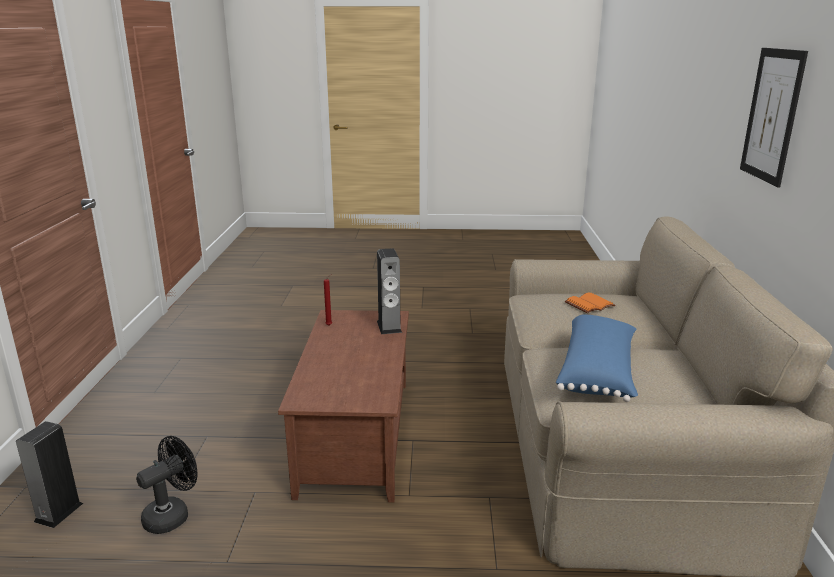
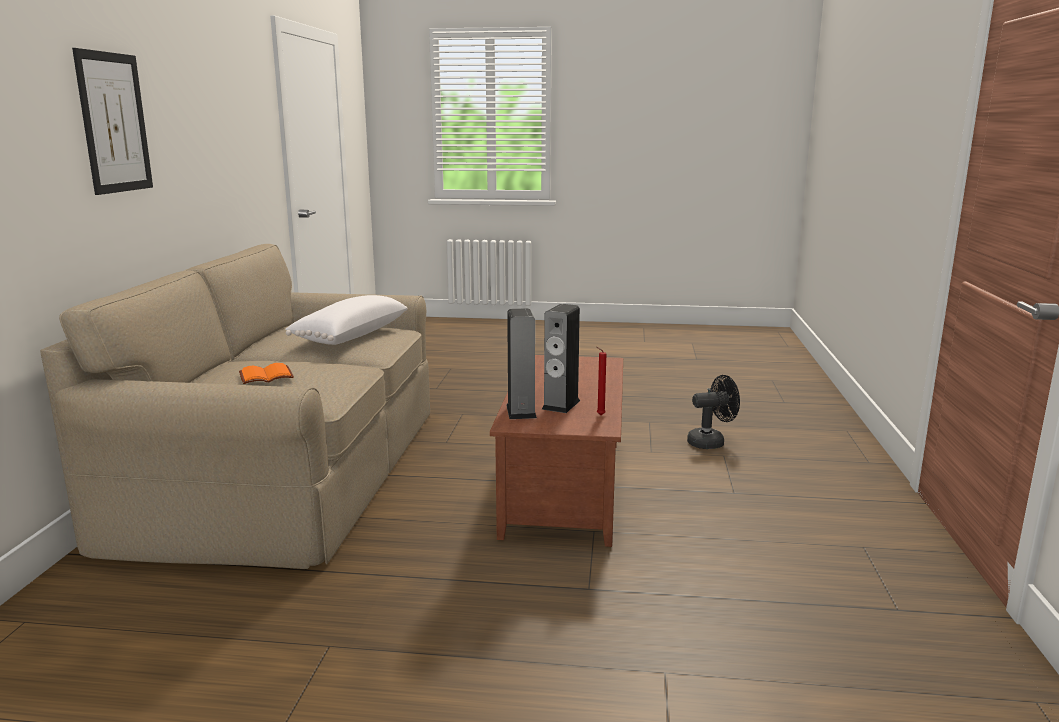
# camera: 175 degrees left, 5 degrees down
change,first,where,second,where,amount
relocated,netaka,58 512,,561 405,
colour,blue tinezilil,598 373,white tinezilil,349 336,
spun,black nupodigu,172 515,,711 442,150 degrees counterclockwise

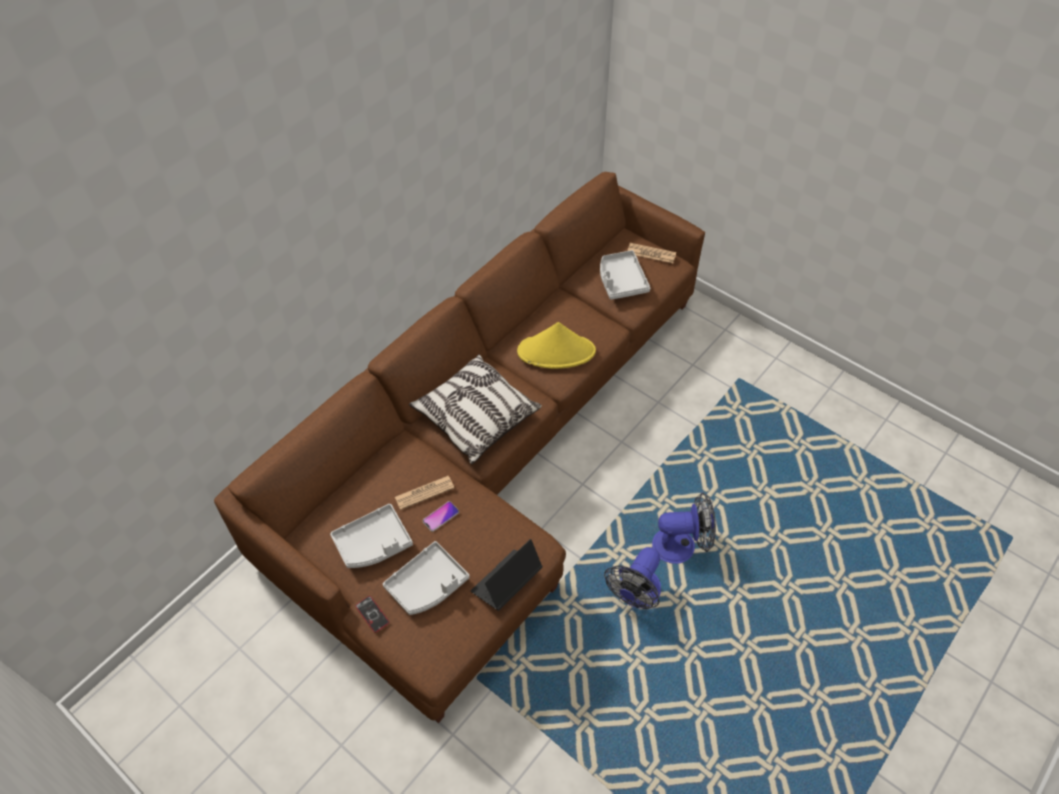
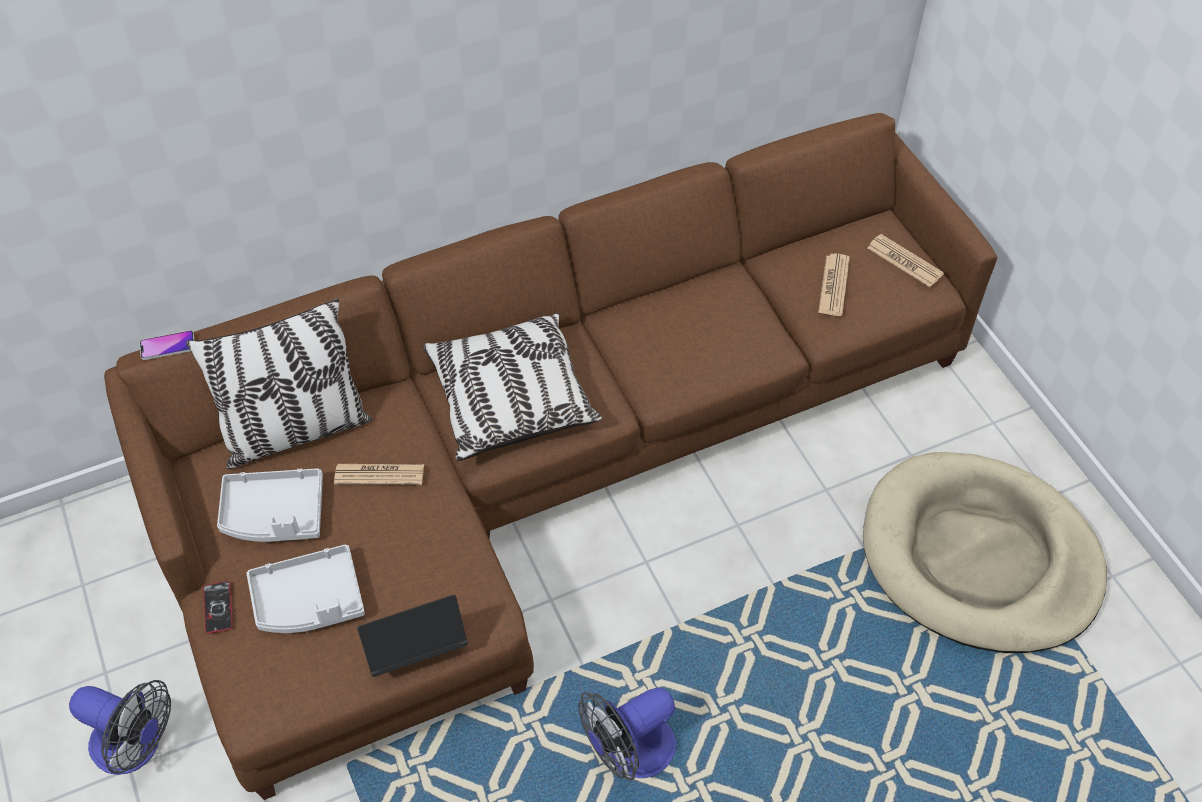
# camera: 25 degrees right, 0 degrees up
change,first,where,second,where,amount
missing,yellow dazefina,556 351,,,
appeared,,,tinezilil,296 431,
appeared,,,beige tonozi,978 557,
relocated,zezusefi,441 516,,167 346,
relocated,nupodigu,681 545,,136 747,
exchanged,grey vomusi,621 281,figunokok,833 285,

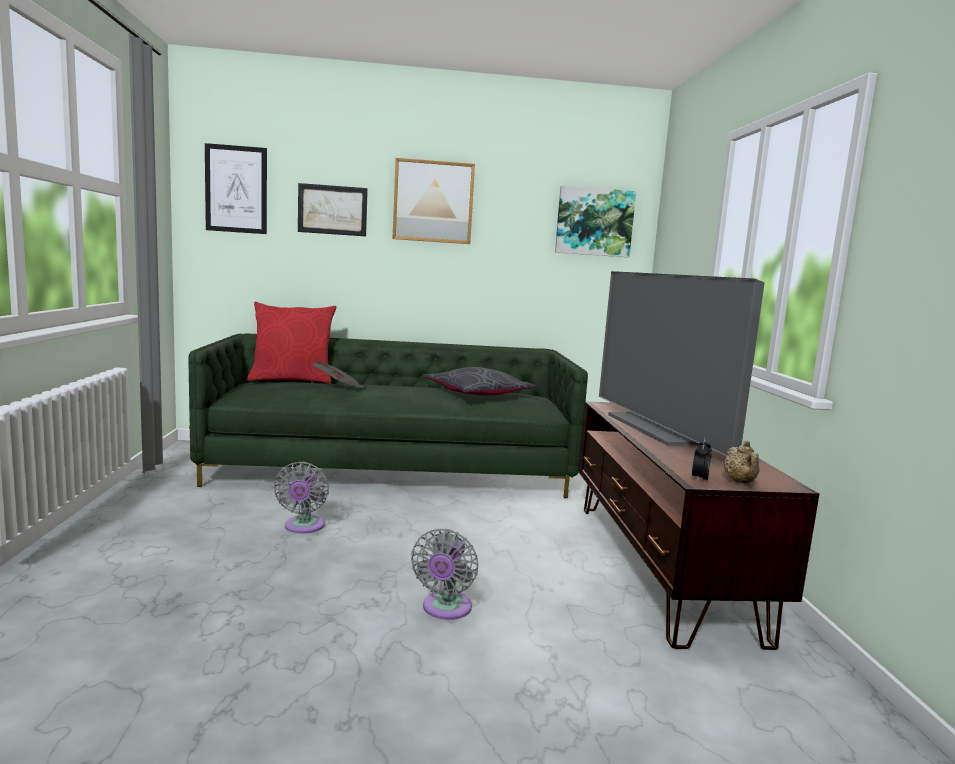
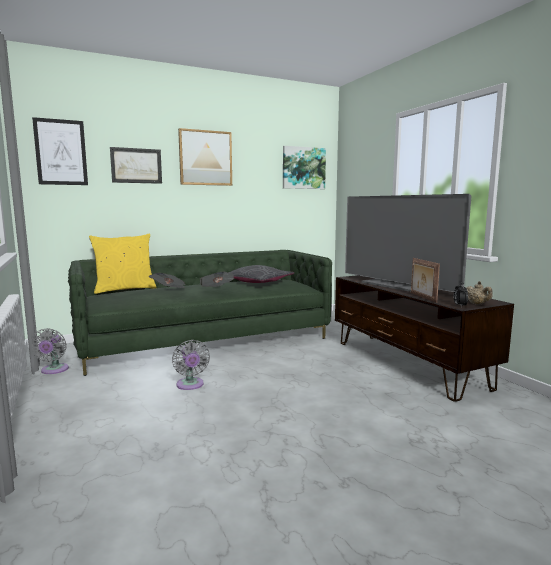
# camera: 20 degrees left, 0 degrees up
change,first,where,second,where,amount
appeared,,,figunokok,216 289,
appeared,,,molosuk,422 297,
relocated,grey nupodigu,445 609,,53 370,
colour,red tinezilil,292 380,yellow tinezilil,125 289,

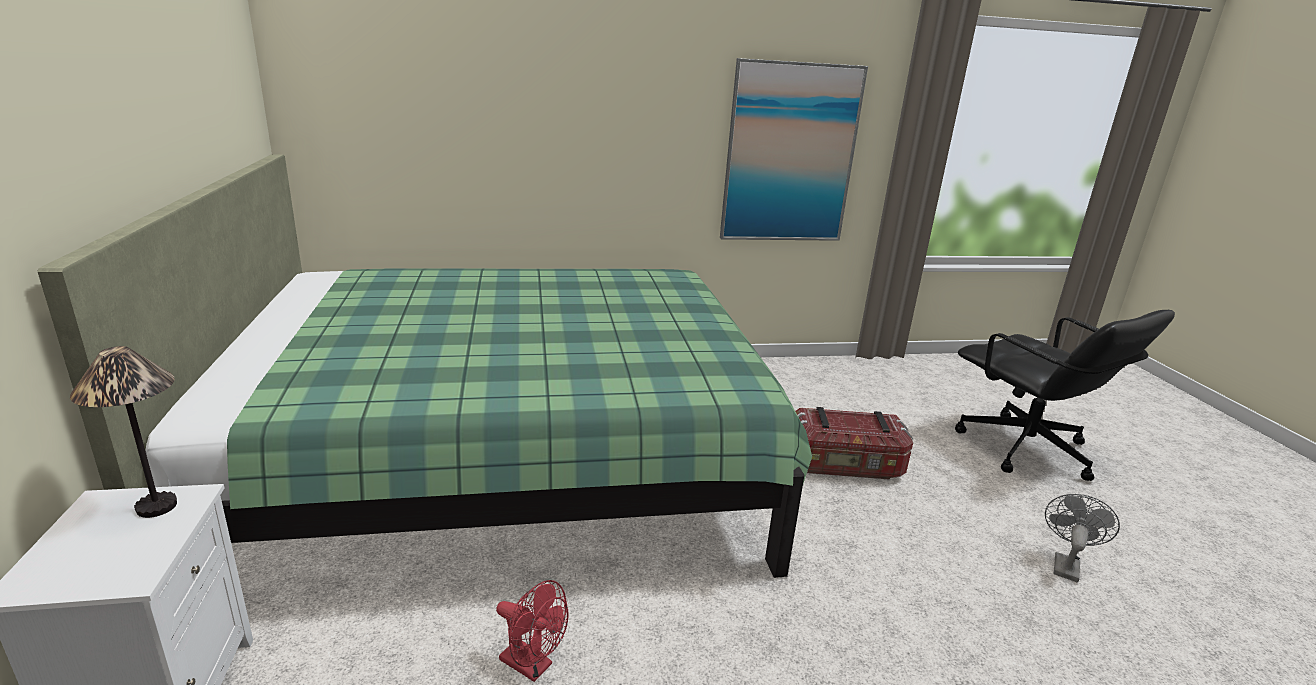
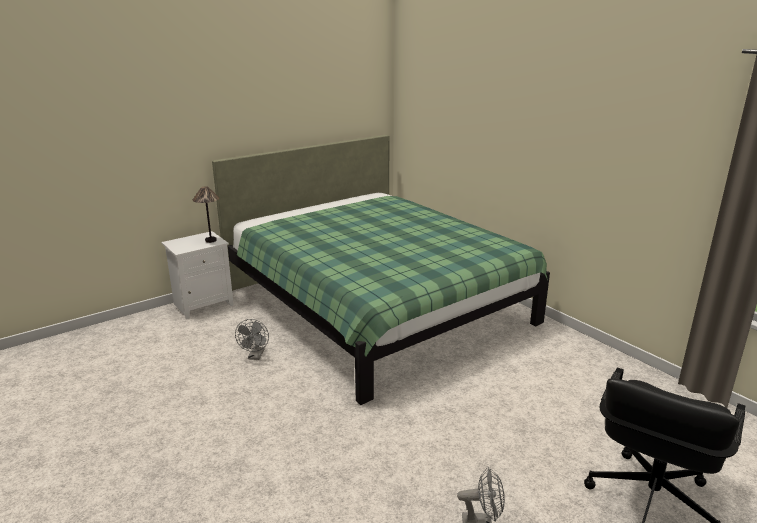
# camera: 65 degrees right, 0 degrees up
change,first,where,second,where,amount
missing,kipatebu,790 154,,,
missing,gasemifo,844 466,,,
colour,red nupodigu,532 666,grey nupodigu,255 356,

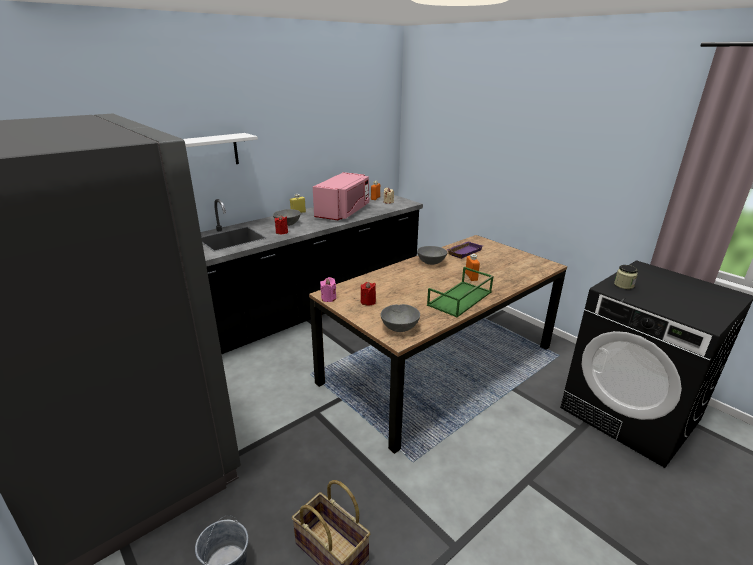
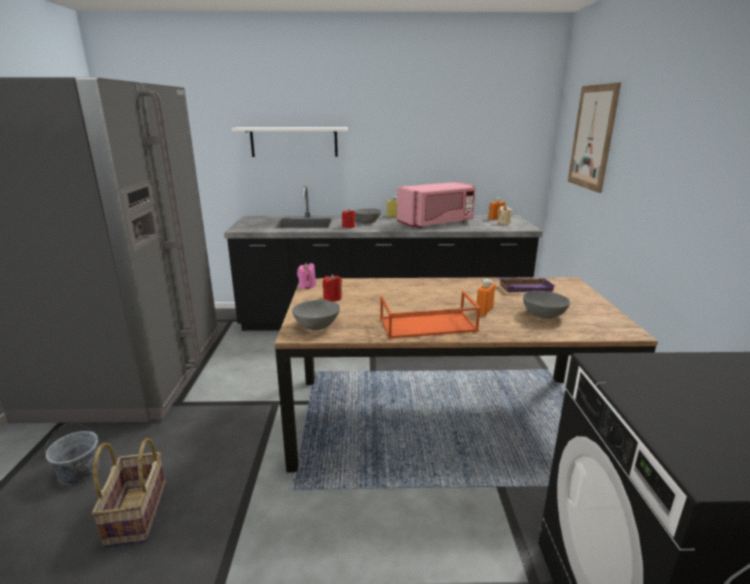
# camera: 40 degrees right, 5 degrees down
change,first,where,second,where,amount
missing,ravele,623 285,,,
appeared,,,kipatebu,592 137,
relocated,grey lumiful,431 262,,543 315,
colour,green vomusi,460 299,orange vomusi,427 325,

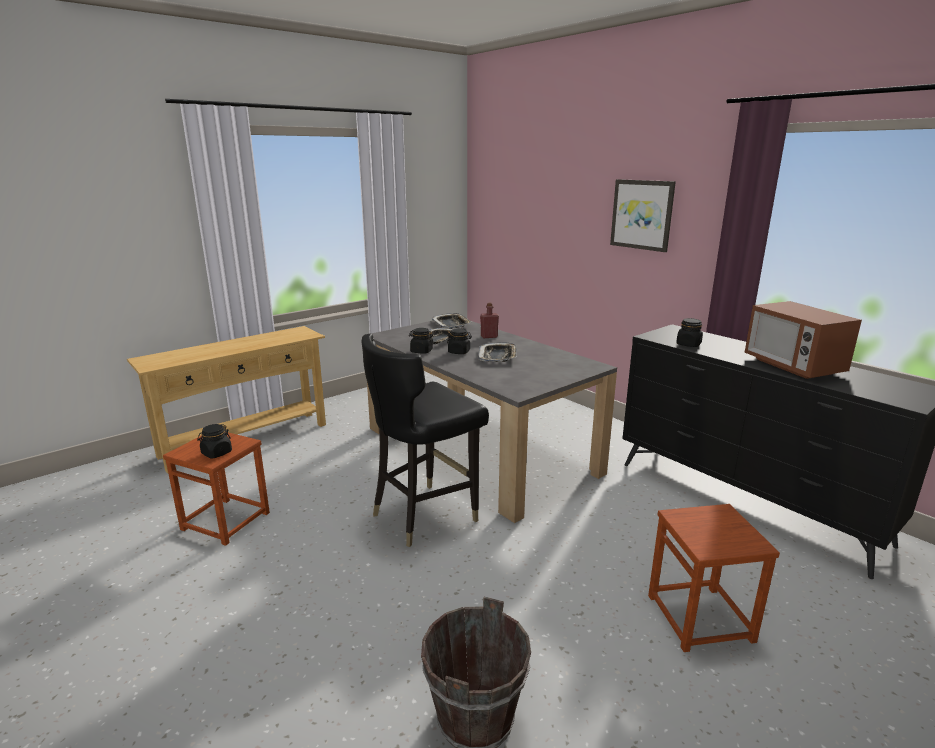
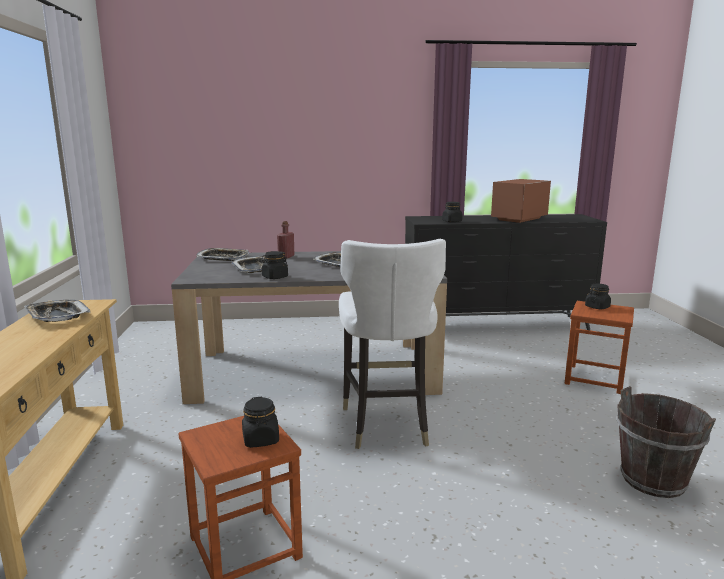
# camera: 55 degrees left, 5 degrees down
change,first,where,second,where,amount
missing,kipatebu,642 214,,,
appeared,,,vomusi,57 316,
relocated,black ravele,459 352,,597 307,
colour,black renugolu,424 514,white renugolu,386 424,
spun,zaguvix,792 366,,519 219,120 degrees clockwise

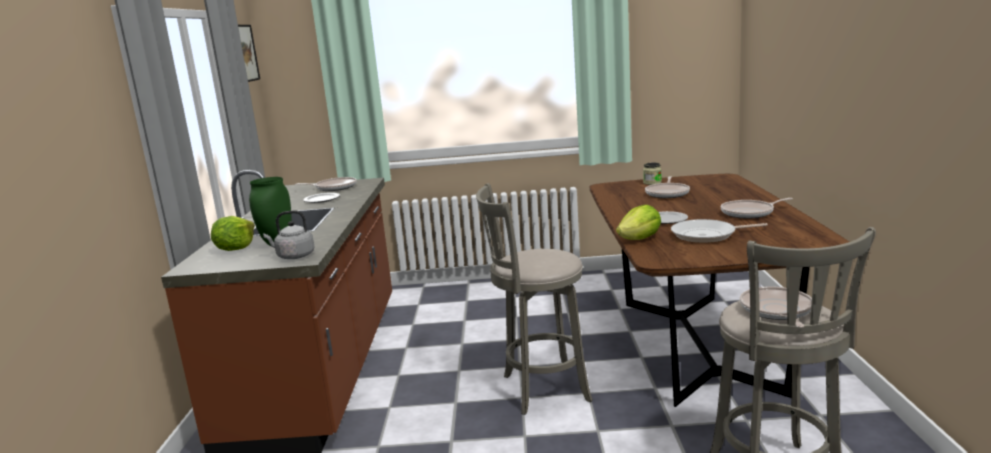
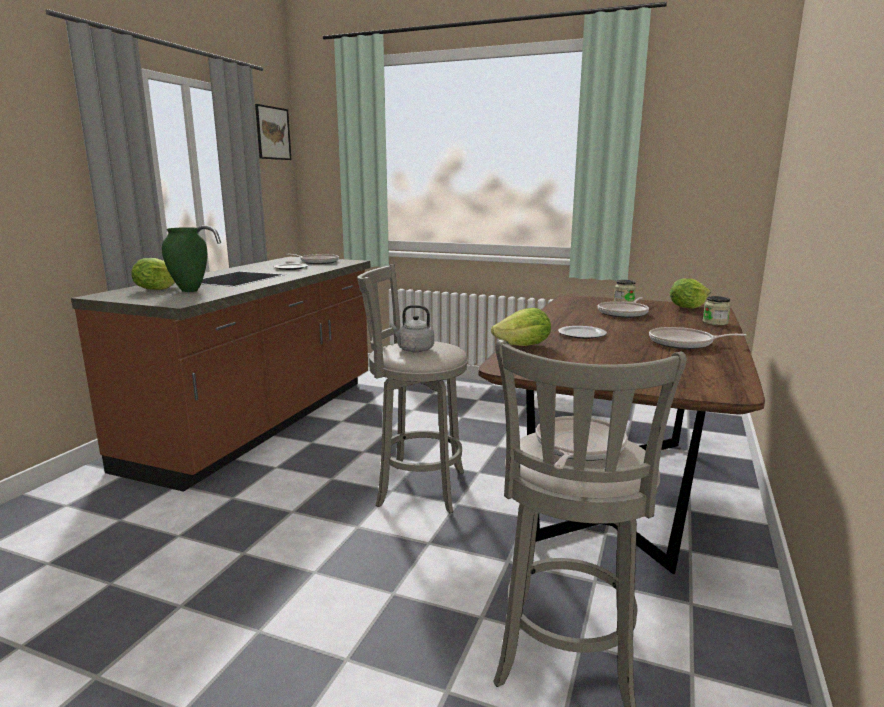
# camera: 20 degrees right, 0 degrees up
change,first,where,second,where,amount
missing,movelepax,707 235,,,
appeared,,,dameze,687 307,
appeared,,,ravele,715 322,
relocated,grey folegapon,293 256,,413 349,

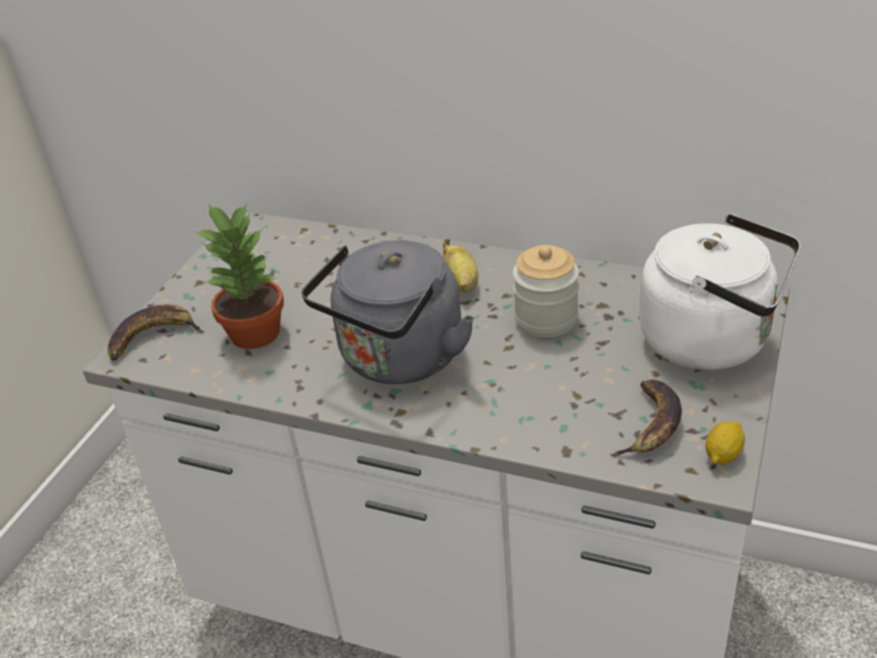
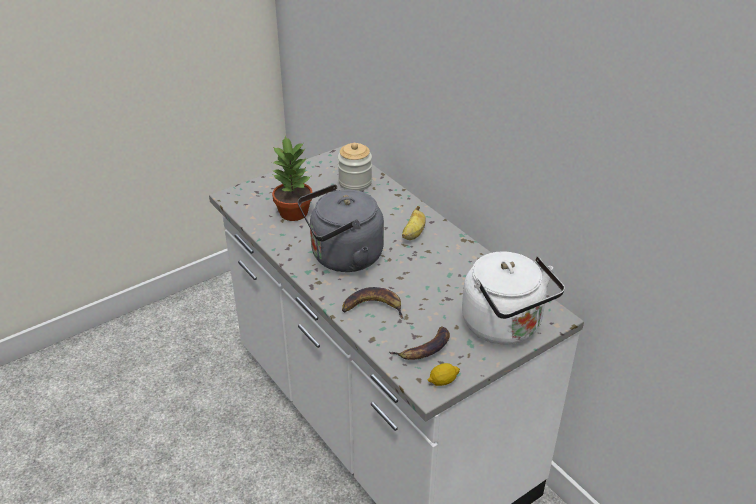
# camera: 30 degrees right, 0 degrees up
change,first,where,second,where,amount
relocated,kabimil,153 337,,373 307,
relocated,ravele,546 319,,355 182,

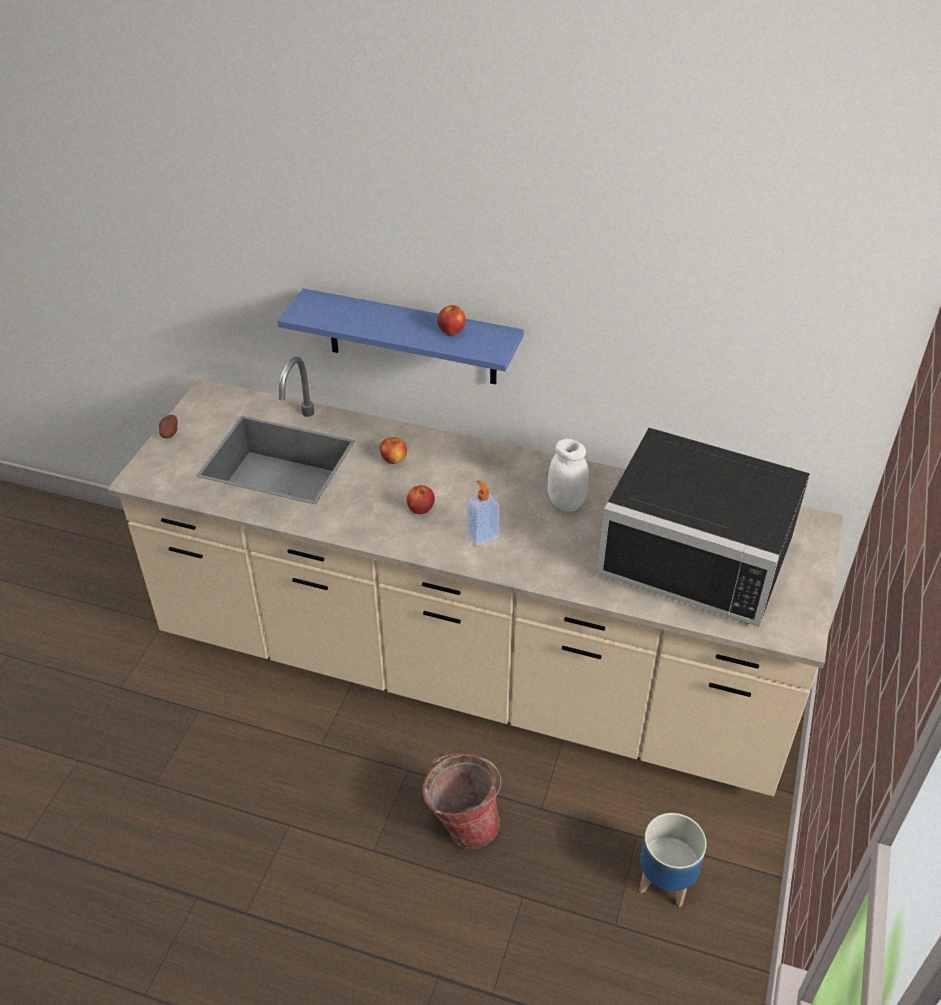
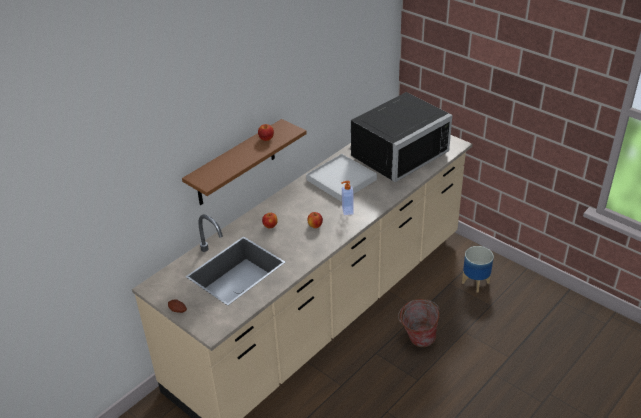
# camera: 65 degrees left, 5 degrees down
change,first,where,second,where,amount
exchanged,white ravele,566 503,white vomusi,341 180,
colour,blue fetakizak,412 338,brown fetakizak,236 164,

